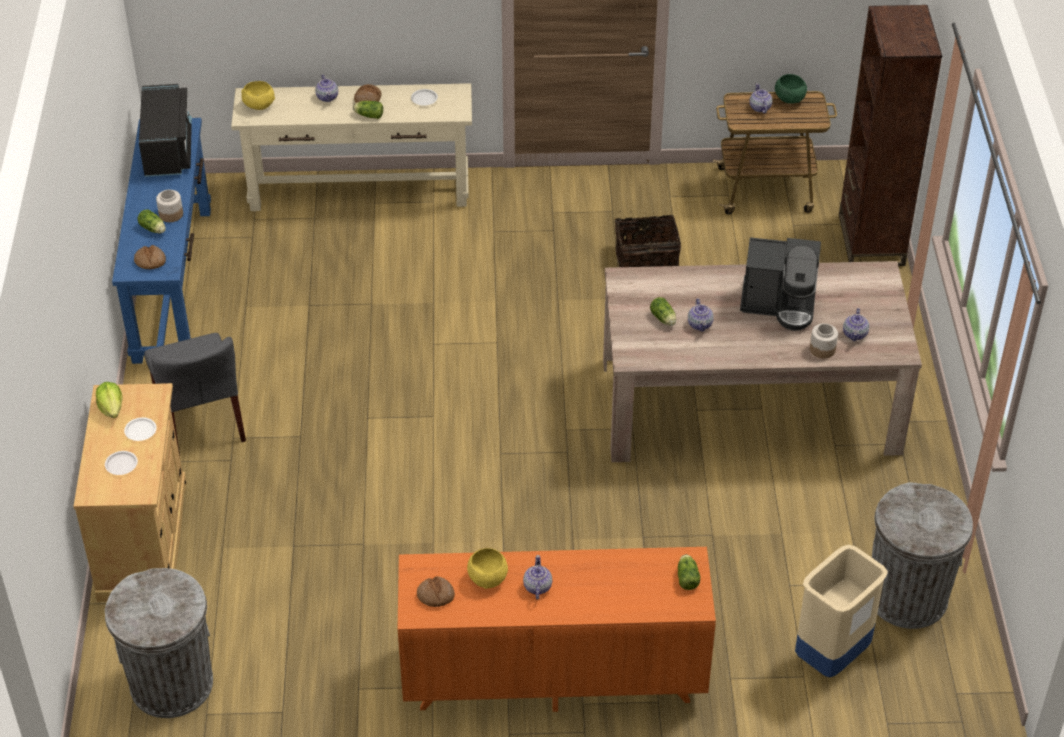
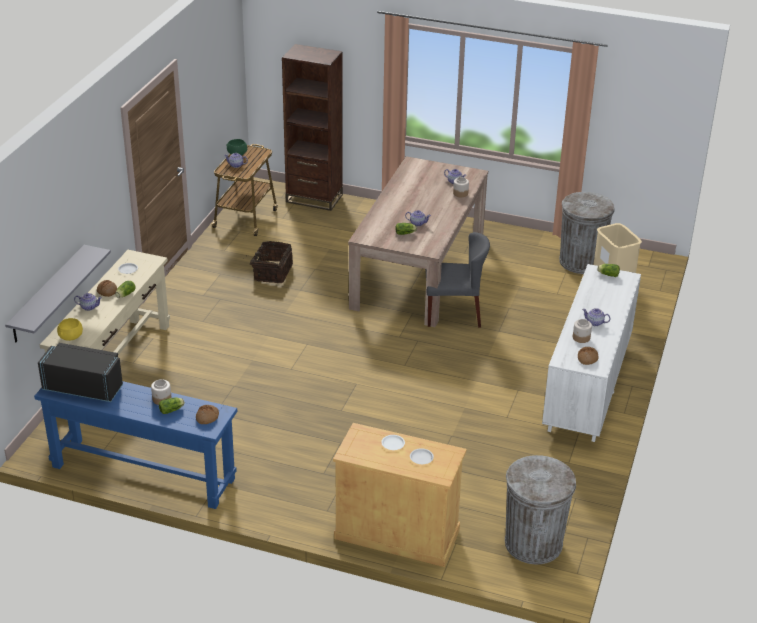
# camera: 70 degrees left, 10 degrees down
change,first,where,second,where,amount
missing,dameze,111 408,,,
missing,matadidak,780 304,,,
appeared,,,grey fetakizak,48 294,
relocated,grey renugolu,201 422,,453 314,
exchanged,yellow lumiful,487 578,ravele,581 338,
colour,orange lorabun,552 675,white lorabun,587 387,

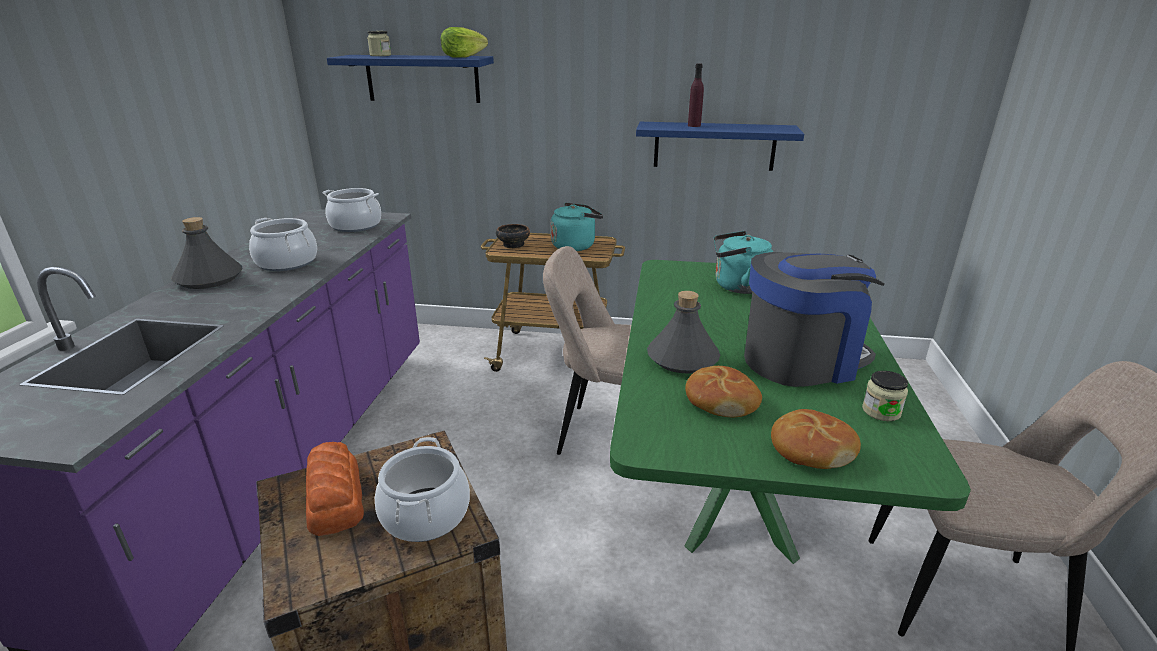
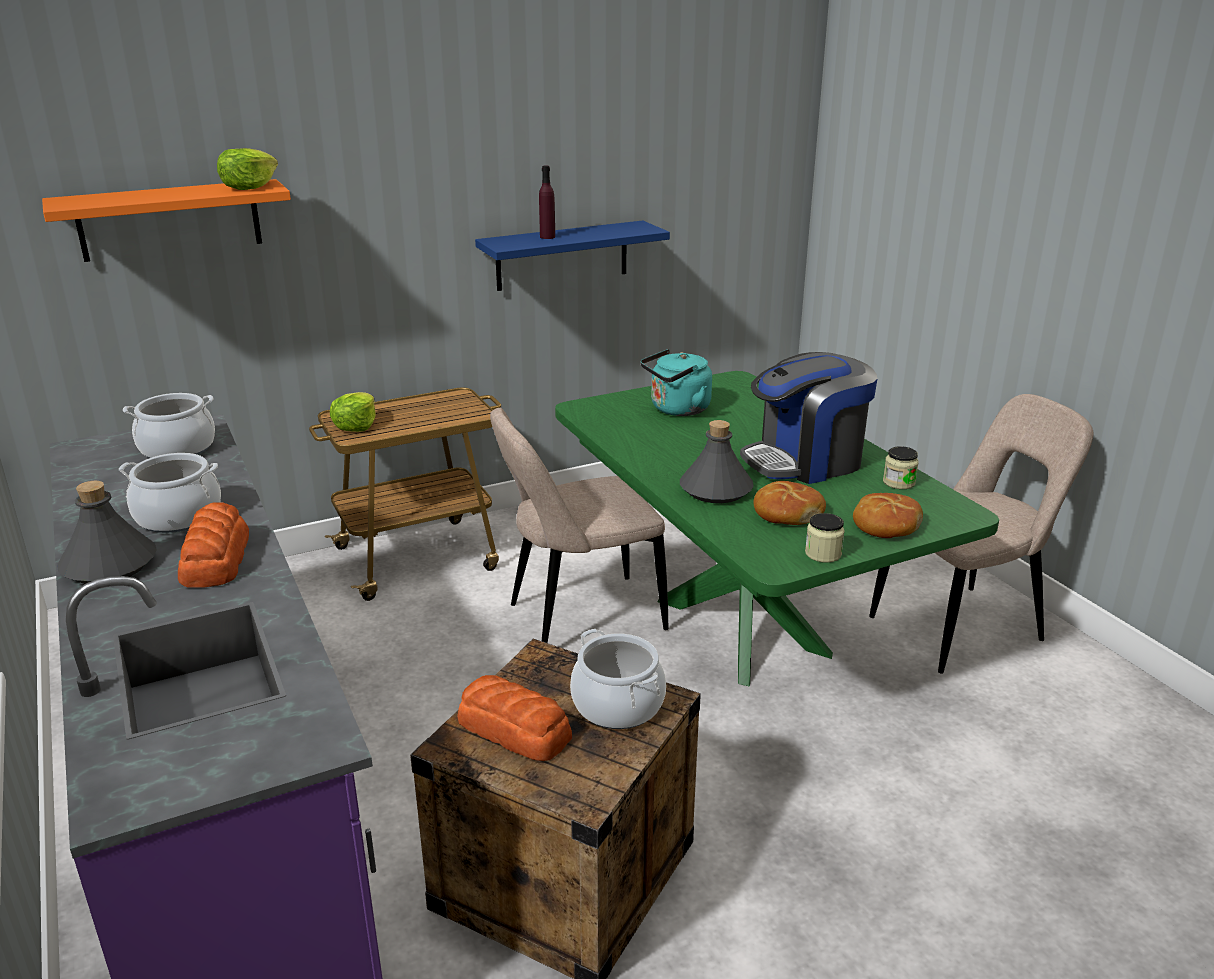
# camera: 35 degrees left, 0 degrees up
change,first,where,second,where,amount
missing,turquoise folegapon,575 246,,,
appeared,,,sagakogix,215 559,
relocated,ravele,380 55,,823 554,
exchanged,lumiful,513 245,dameze,356 426,
colour,blue fetakizak,422 78,orange fetakizak,170 220,
spun,matadidak,801 360,,805 461,150 degrees counterclockwise

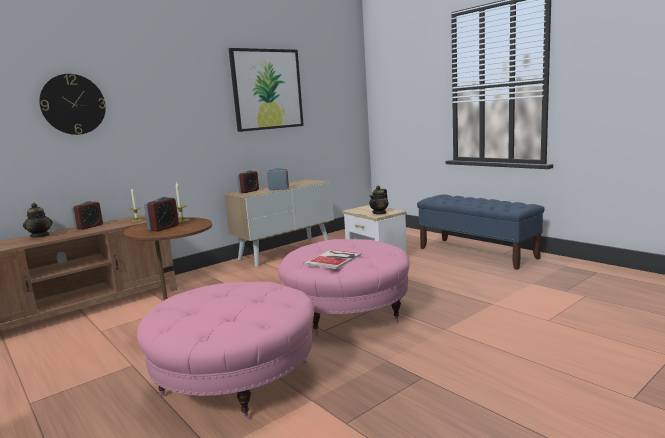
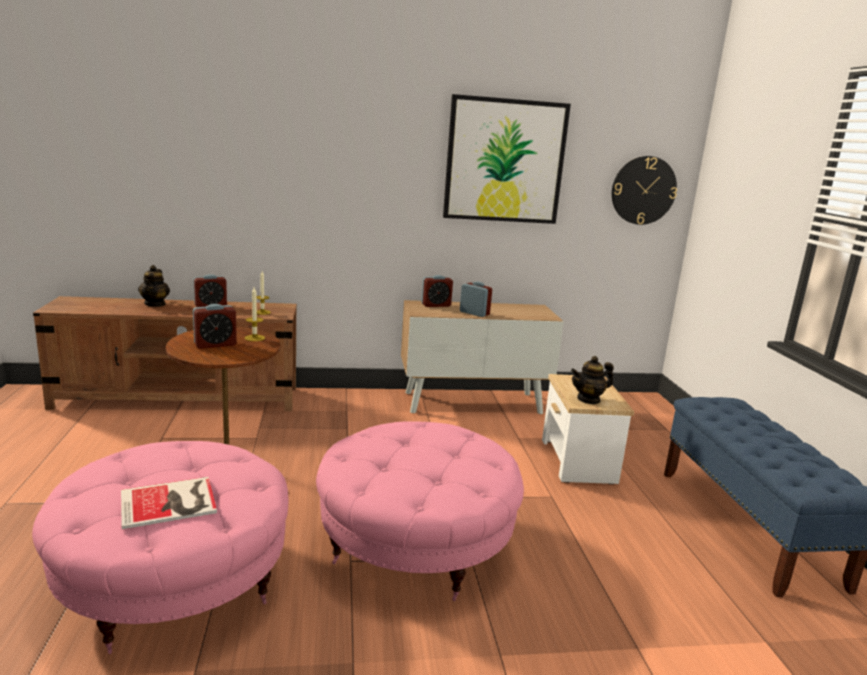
# camera: 30 degrees right, 5 degrees up
change,first,where,second,where,amount
relocated,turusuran,73 104,,643 190,
relocated,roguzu,334 259,,171 503,

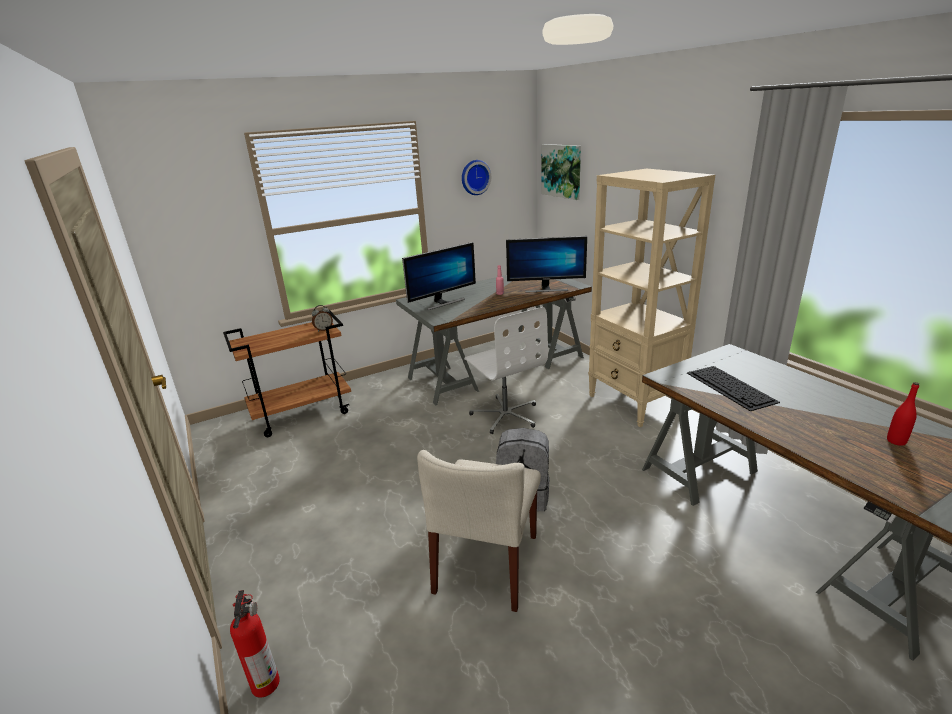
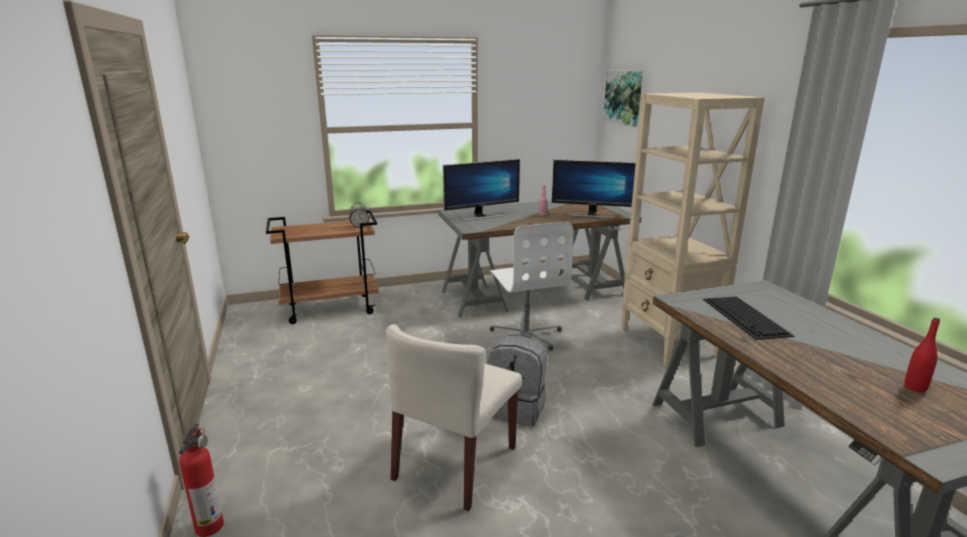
# camera: 10 degrees right, 5 degrees down
change,first,where,second,where,amount
missing,turusuran,475 177,,,

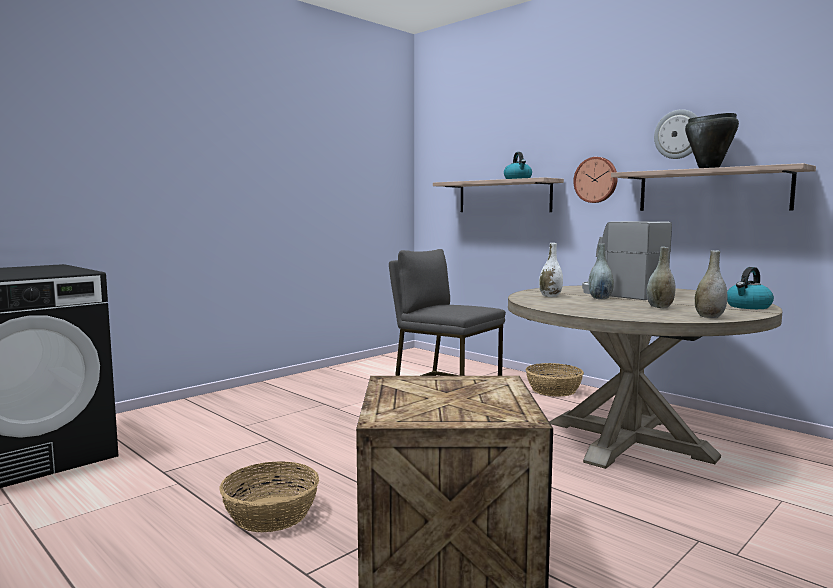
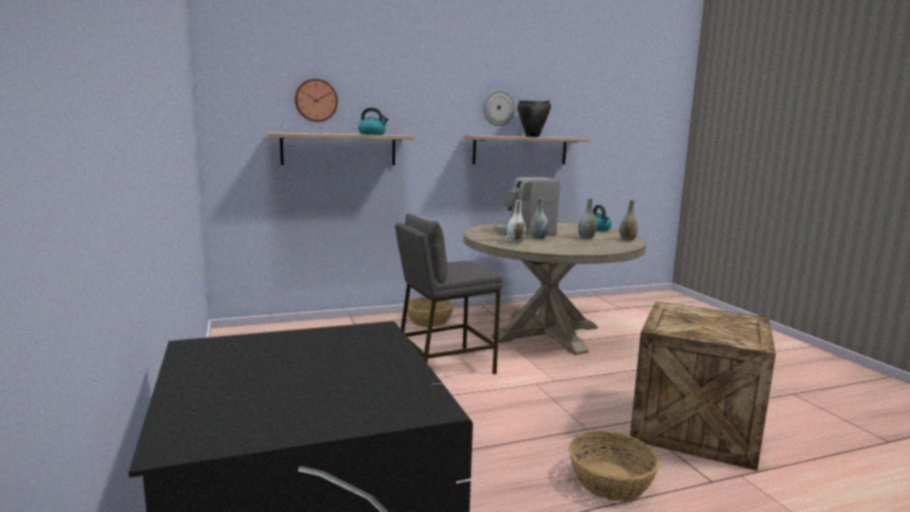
# camera: 65 degrees left, 5 degrees up
change,first,where,second,where,amount
relocated,turusuran,596 180,,316 100,

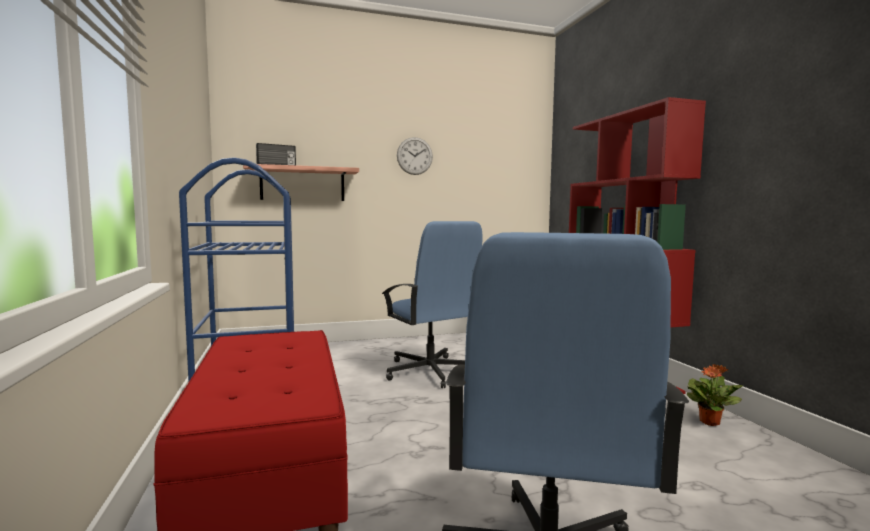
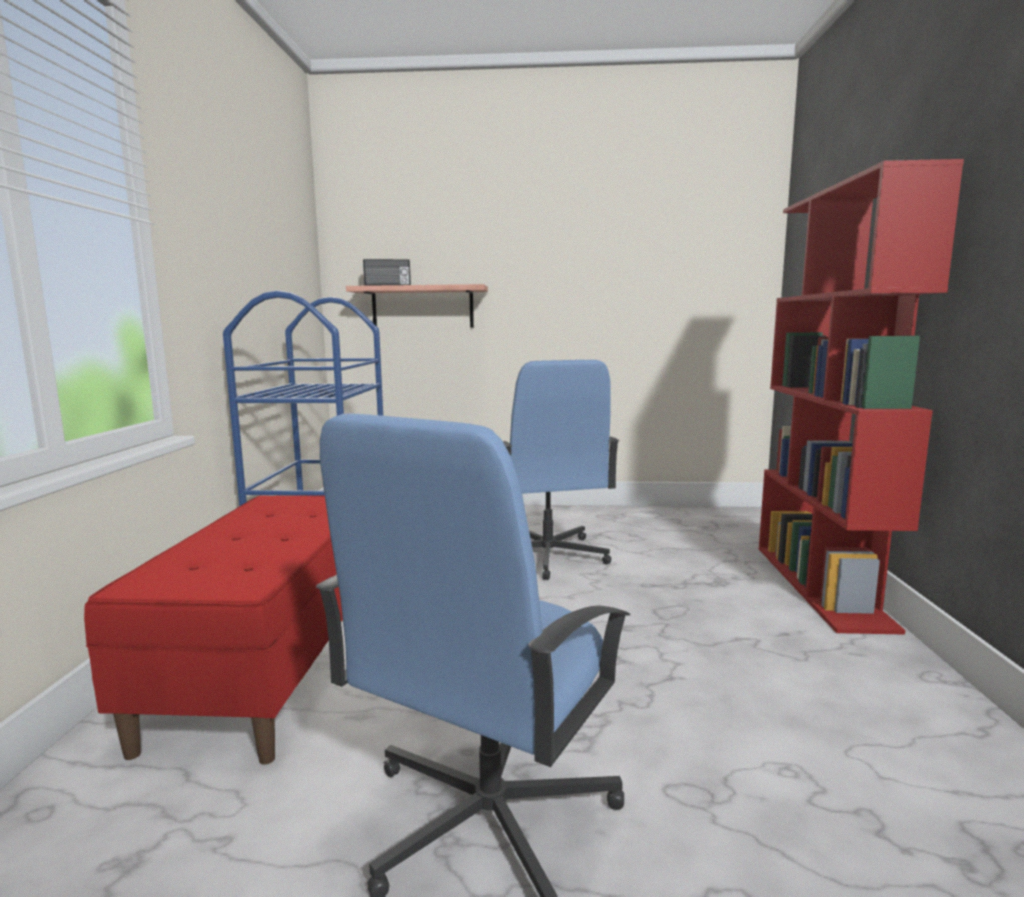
# camera: 20 degrees right, 5 degrees up
change,first,where,second,where,amount
missing,turusuran,414 156,,,
missing,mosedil,710 422,,,

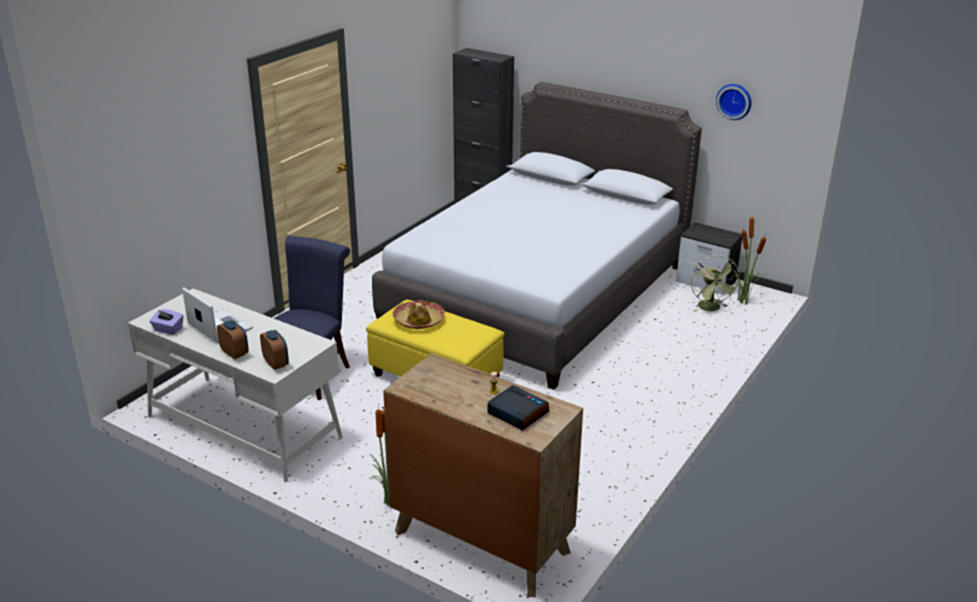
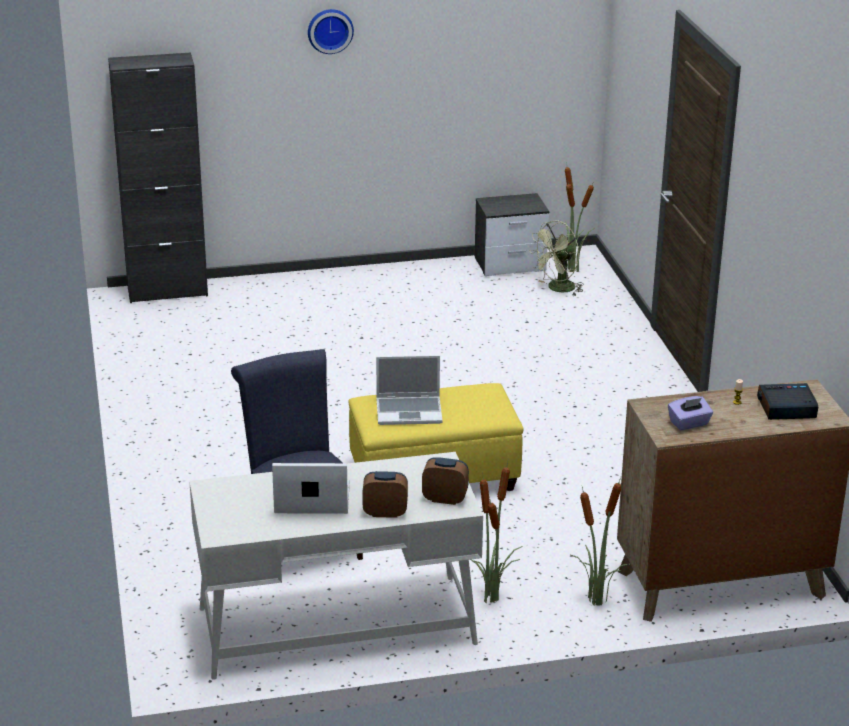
# camera: 45 degrees left, 0 degrees up
change,first,where,second,where,amount
missing,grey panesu,537 295,,,
appeared,,,mosedil,493 597,
relocated,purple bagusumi,168 329,,689 423,
relocated,turusuran,734 101,,329 30,
exchanged,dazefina,418 321,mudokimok,410 411,
spun,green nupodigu,711 308,,557 289,105 degrees clockwise

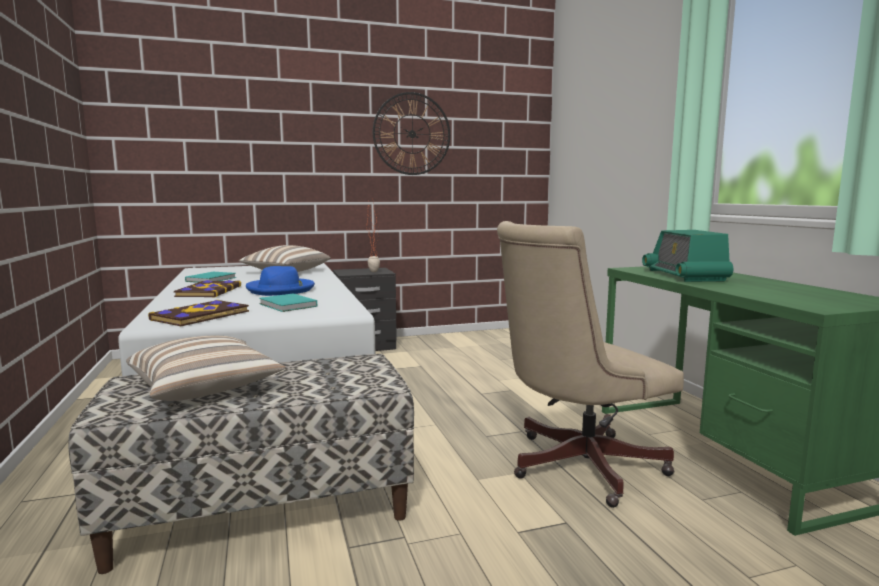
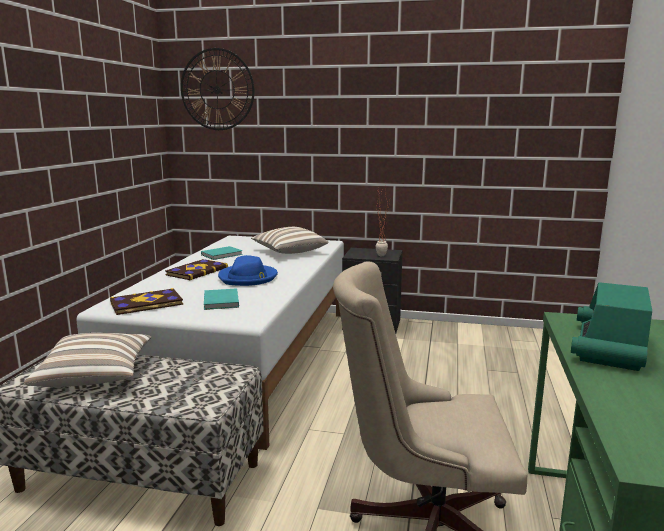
# camera: 30 degrees right, 5 degrees up
change,first,where,second,where,amount
relocated,turusuran,412 134,,217 89,

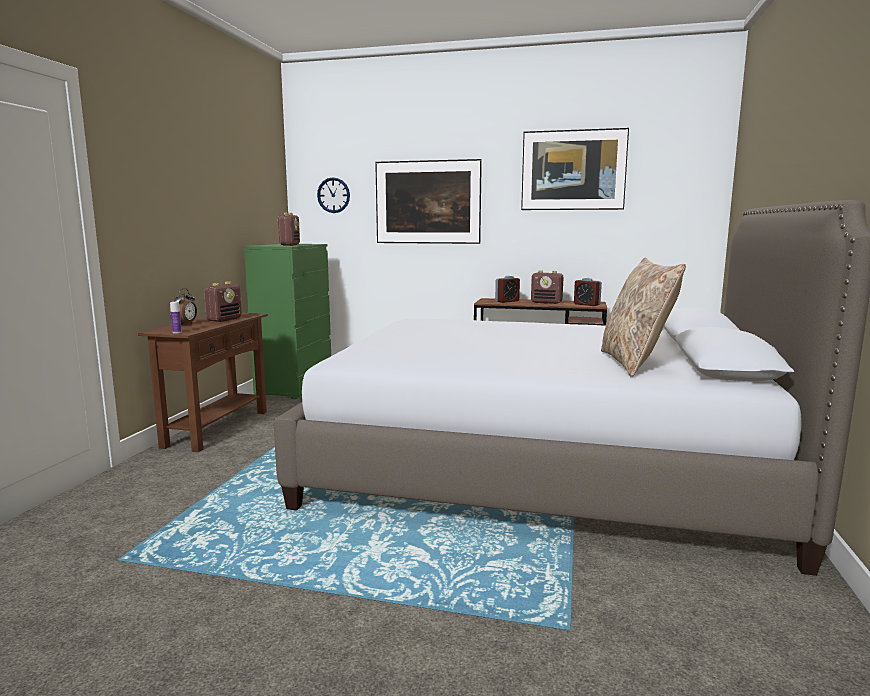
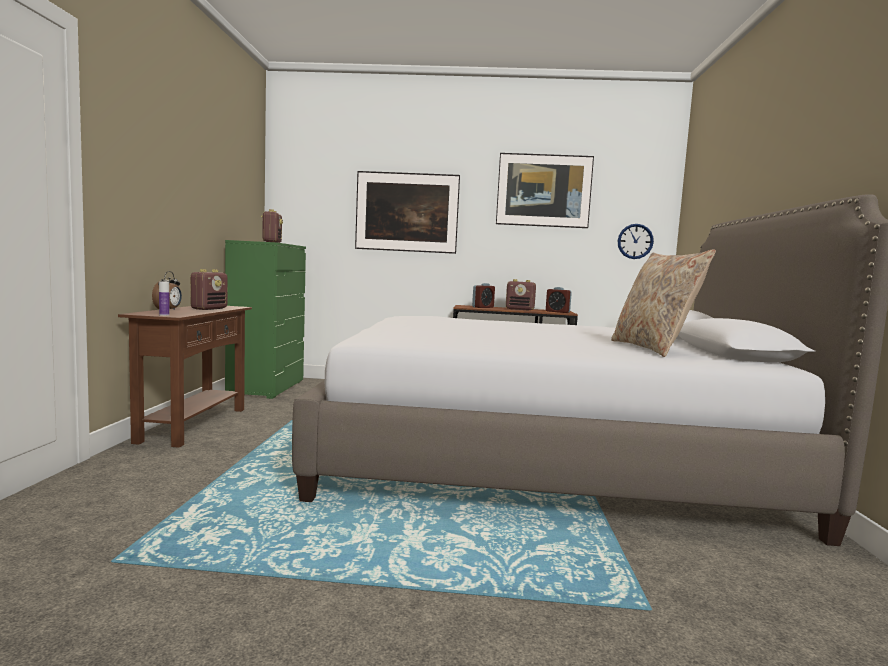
# camera: 10 degrees left, 5 degrees down
change,first,where,second,where,amount
relocated,turusuran,333 195,,635 241,

